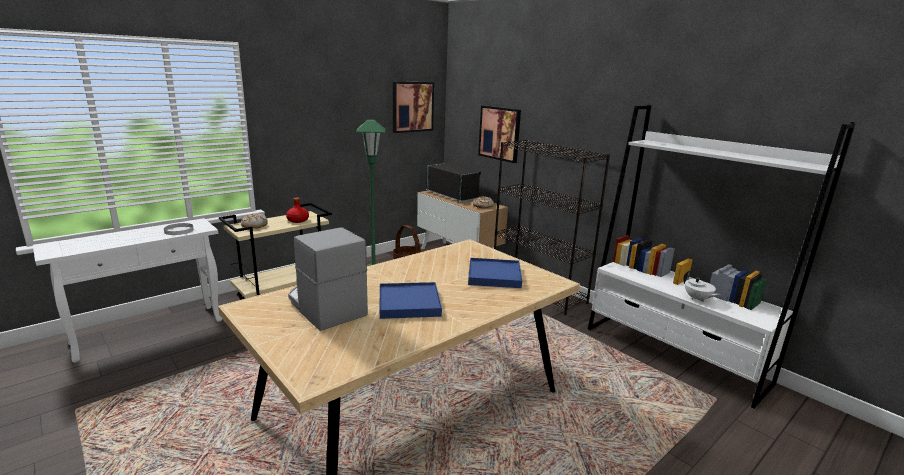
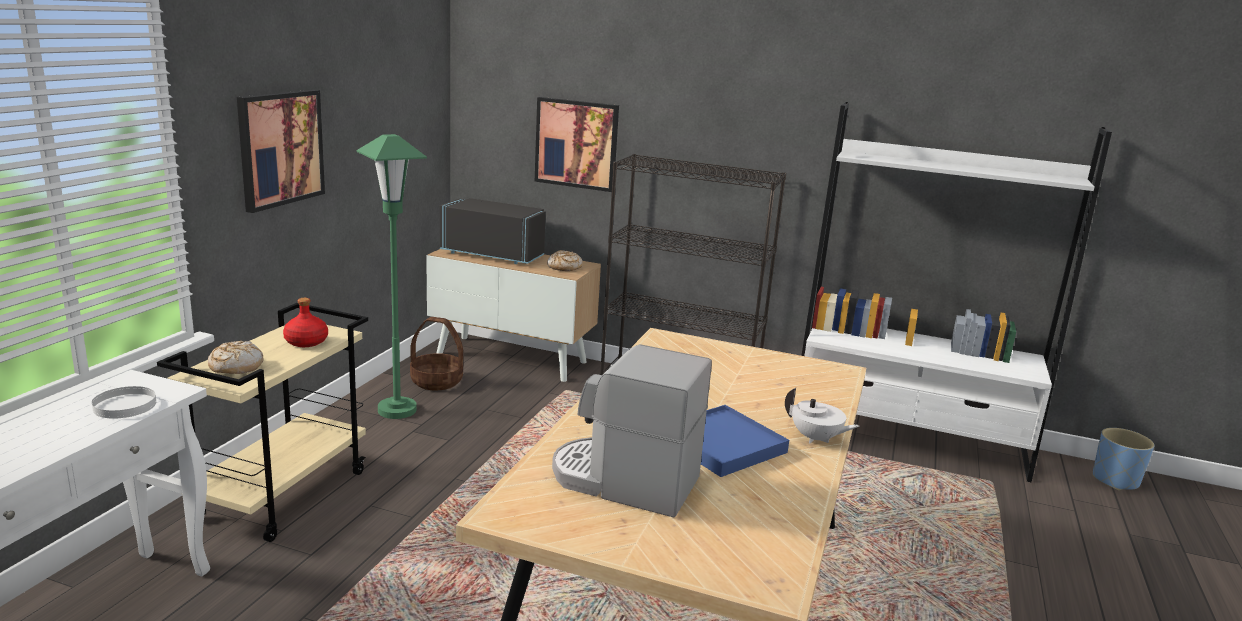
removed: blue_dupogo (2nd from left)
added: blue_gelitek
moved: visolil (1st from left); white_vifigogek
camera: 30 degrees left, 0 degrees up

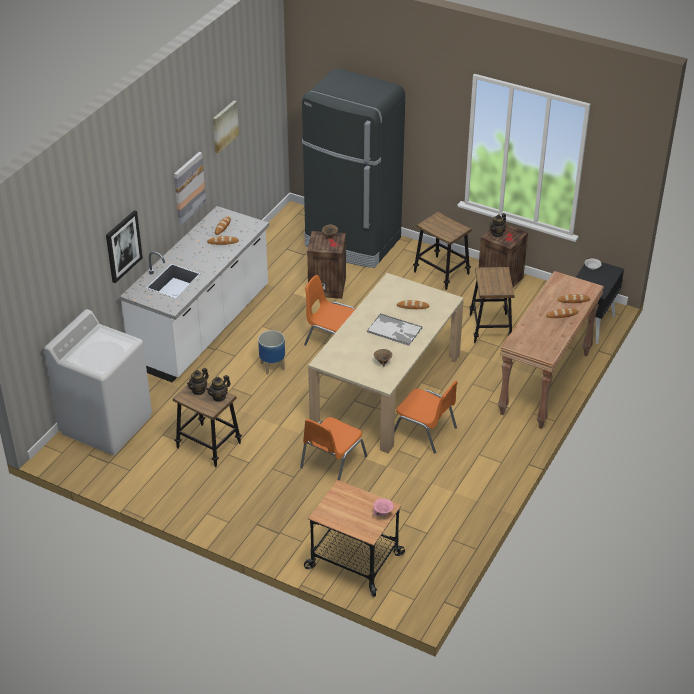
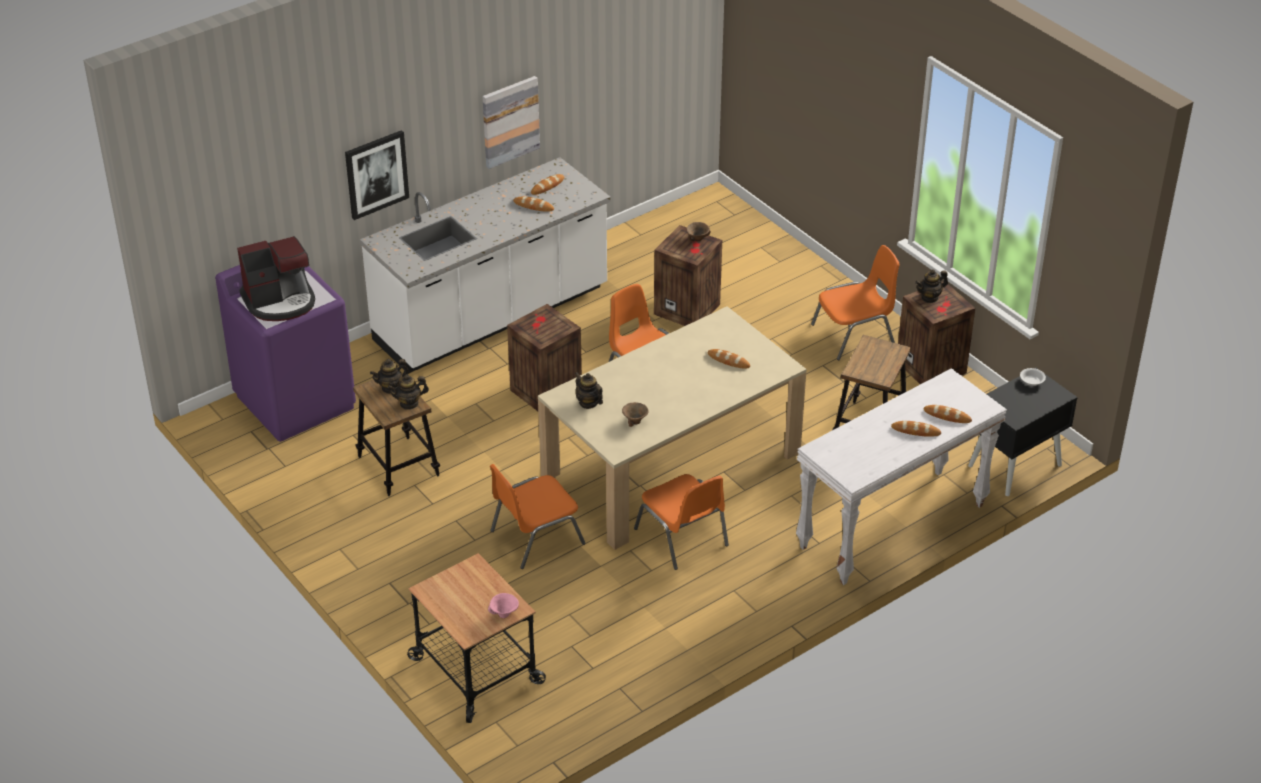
removed: visolil (3rd from left); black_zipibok; dupogo
added: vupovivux; vifigogek (3rd from left)
replaced: gelitek to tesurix (1st from left); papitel (2nd from left) to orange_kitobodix (4th from left)
recoloured: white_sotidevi to purple_sotidevi; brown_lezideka to white_lezideka
camera: 25 degrees right, 0 degrees up

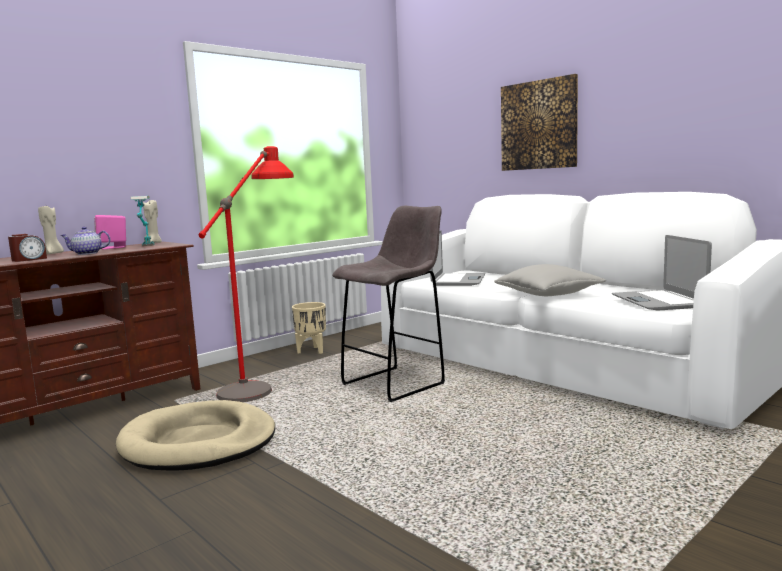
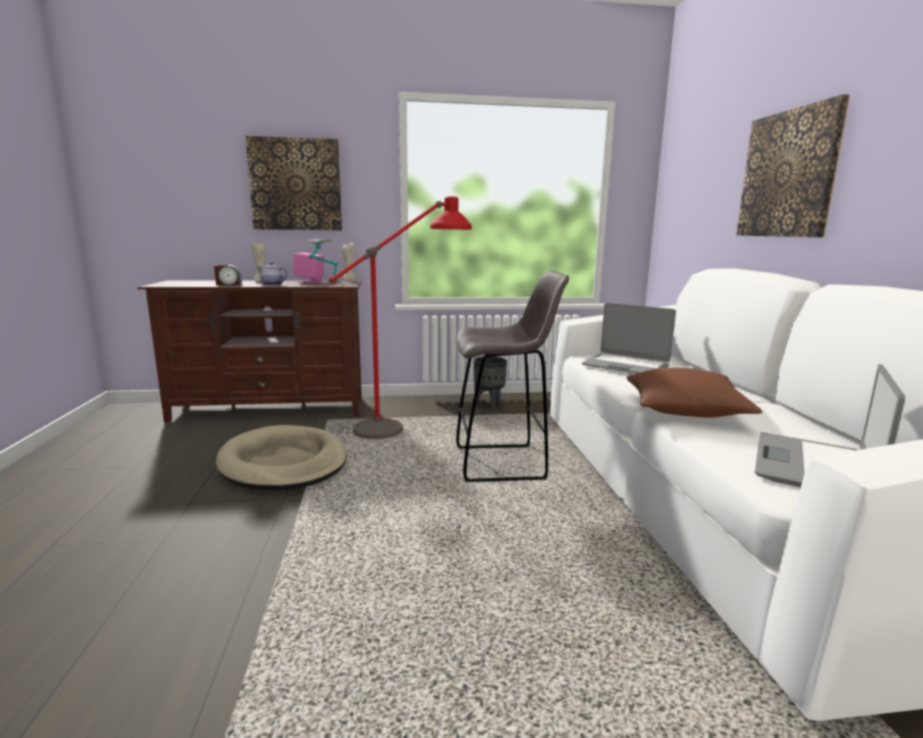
added: visolil (1st from left)
recoloured: beige_gelitek to black_gelitek; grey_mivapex to brown_mivapex
turned: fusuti (1st from left) 75 degrees clockwise
camera: 35 degrees right, 5 degrees up

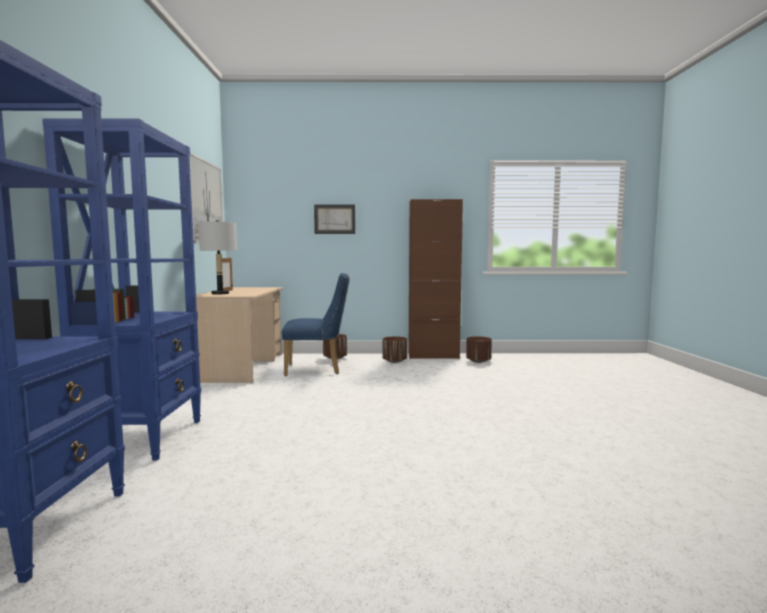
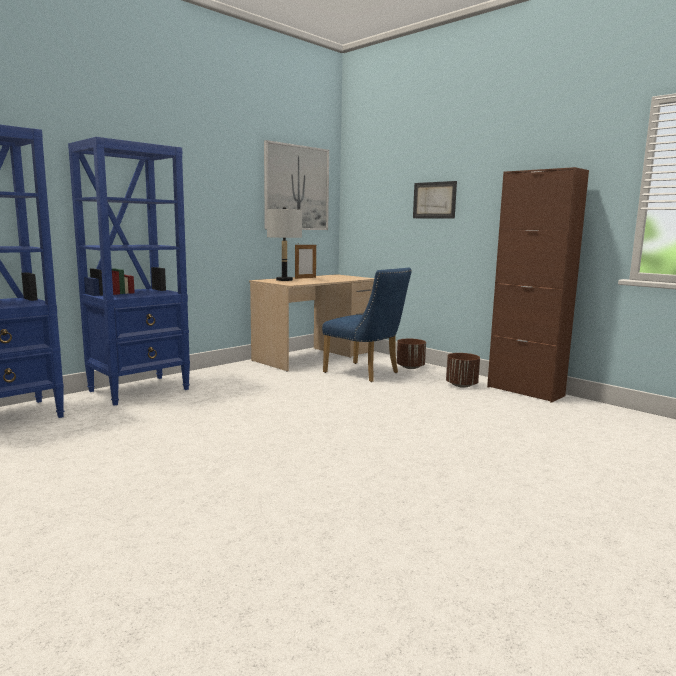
removed: brown_gelitek (3rd from left)
camera: 45 degrees right, 5 degrees up

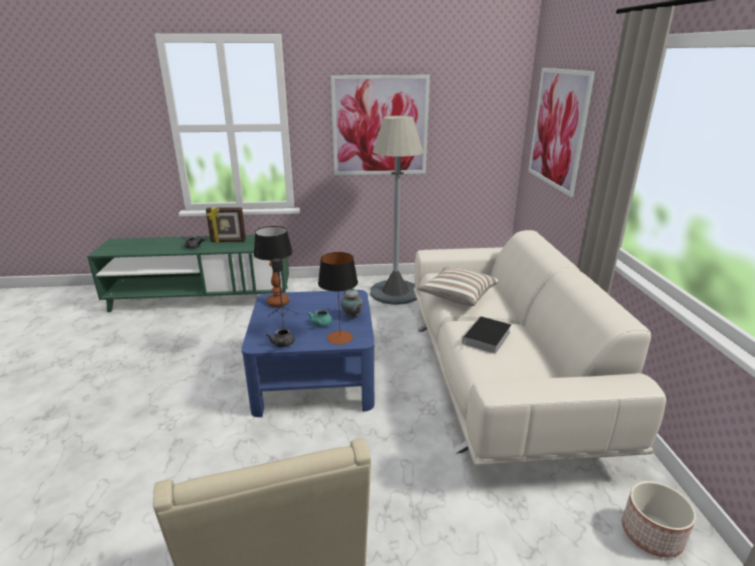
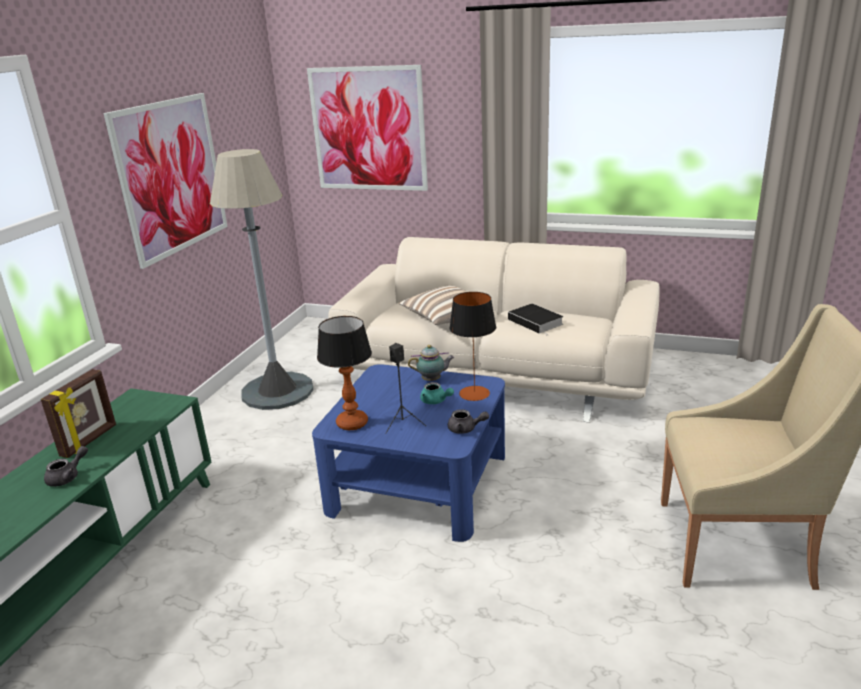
removed: gelitek
camera: 65 degrees left, 0 degrees up

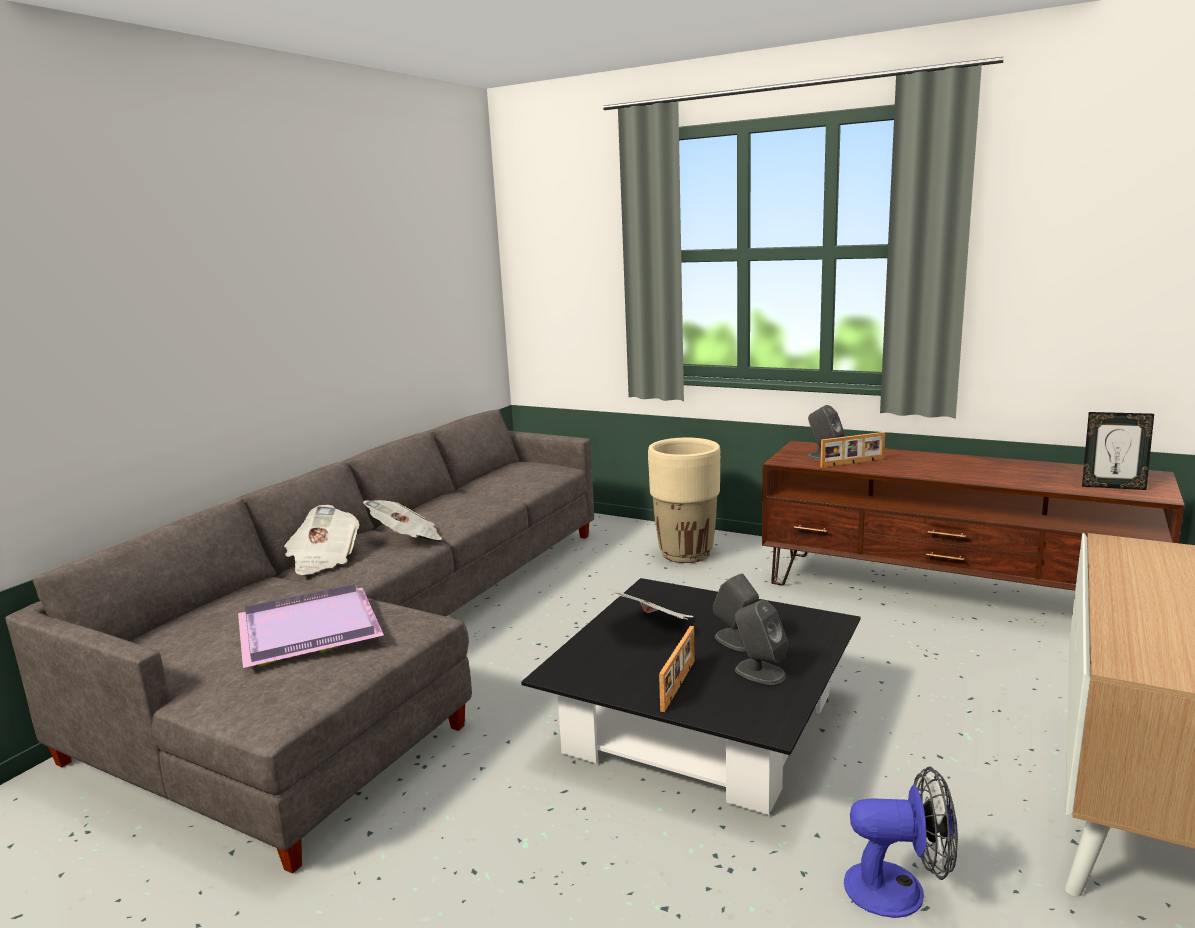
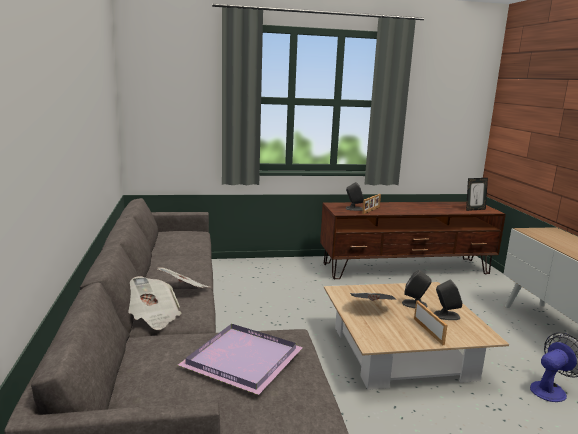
removed: beige_gelitek
recoloured: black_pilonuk to beige_pilonuk
camera: 40 degrees left, 0 degrees up

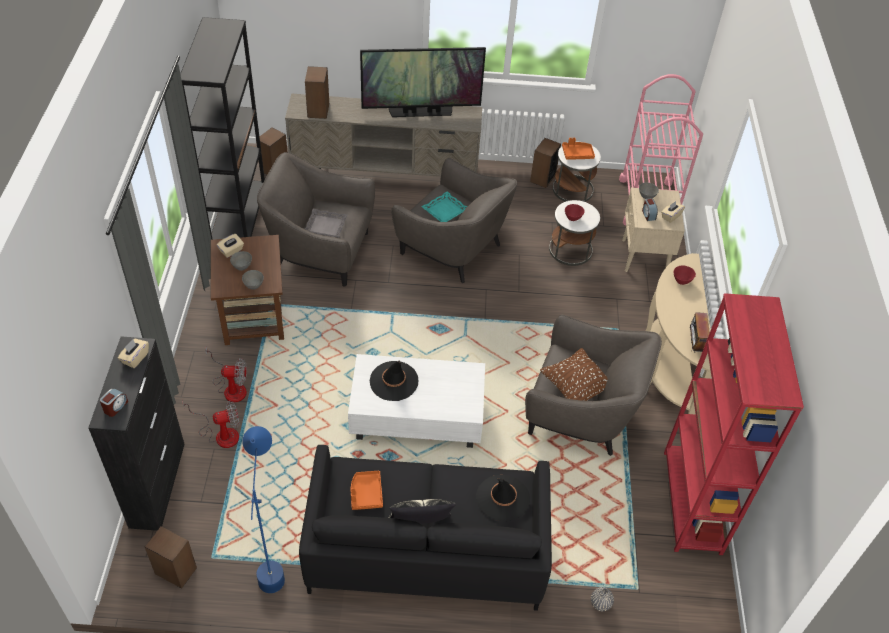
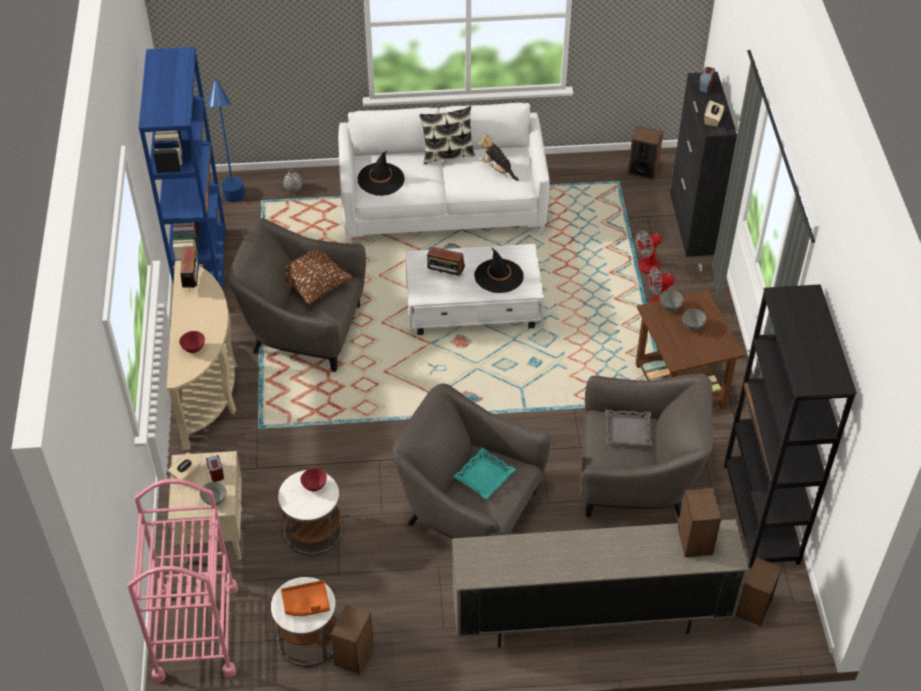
removed: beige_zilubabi (2nd from left); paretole
added: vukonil (2nd from left)
moved: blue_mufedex
replaced: orange_dupogo (1st from left) to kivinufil
recoloured: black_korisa to white_korisa; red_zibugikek to blue_zibugikek
camera: 175 degrees right, 0 degrees up

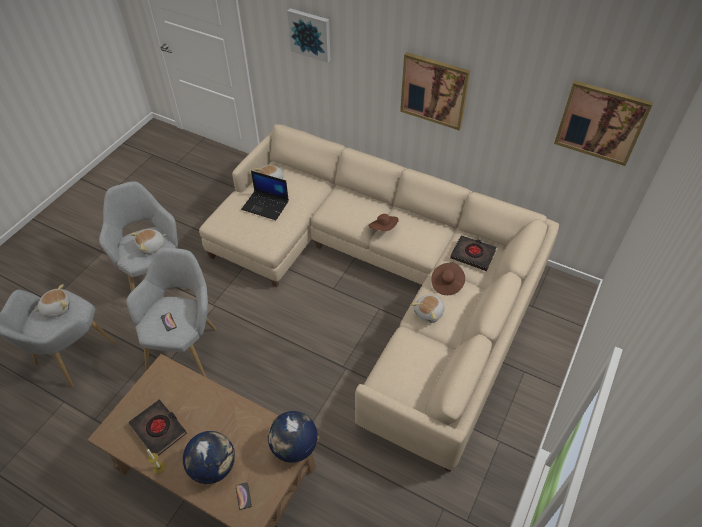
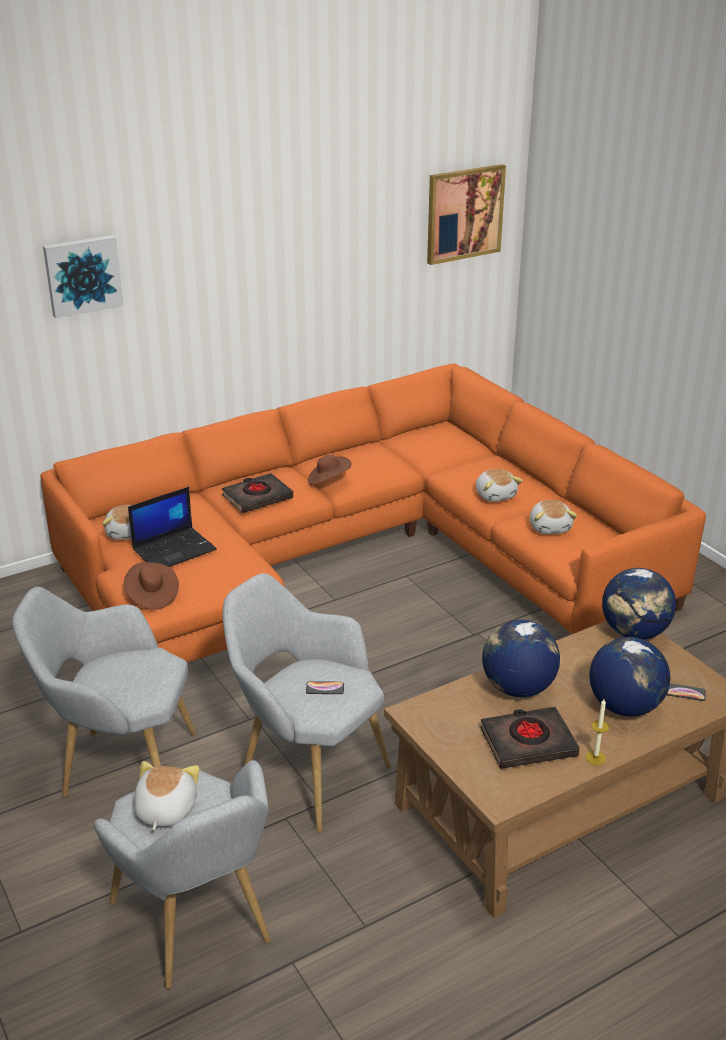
removed: visolil (2nd from left)
added: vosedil (1st from left)
moved: kivinufil (2nd from left in the first image) to kivinufil (4th from left); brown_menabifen (2nd from left in the first image) to brown_menabifen (1st from left); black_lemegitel (2nd from left in the first image) to black_lemegitel (1st from left)
recoloured: beige_korisa to orange_korisa
camera: 60 degrees left, 20 degrees down

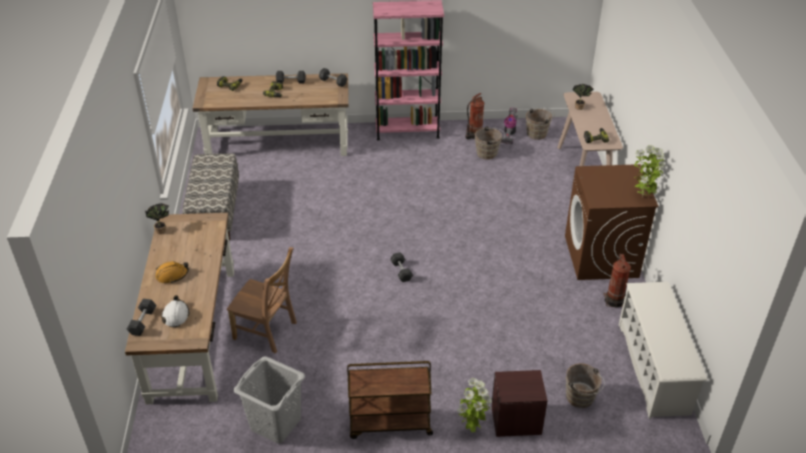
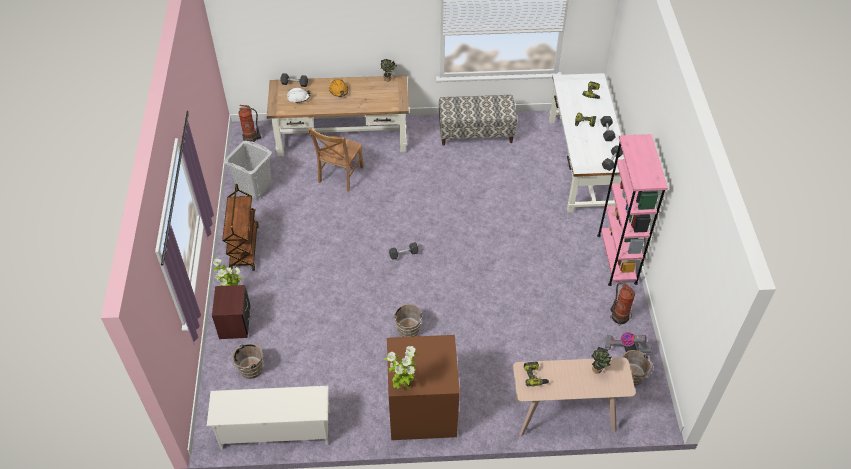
moved: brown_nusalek (1st from left in the first image) to brown_nusalek (2nd from left); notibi (2nd from left in the first image) to notibi (1st from left)
recoloured: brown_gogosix (2nd from left) to white_gogosix
camera: 90 degrees right, 10 degrees up

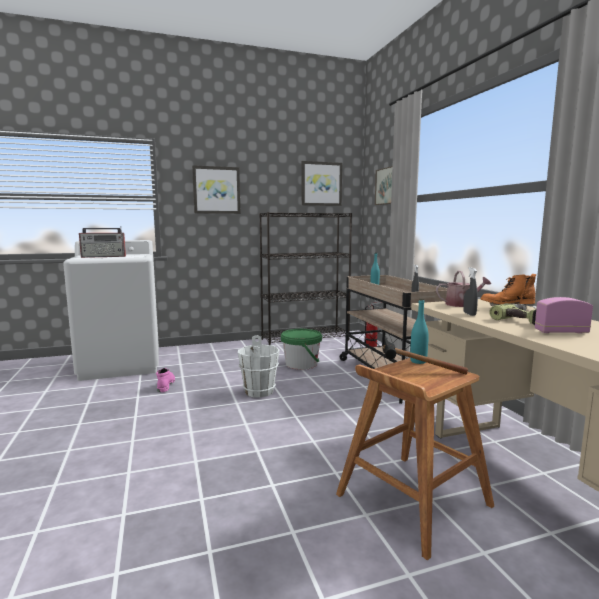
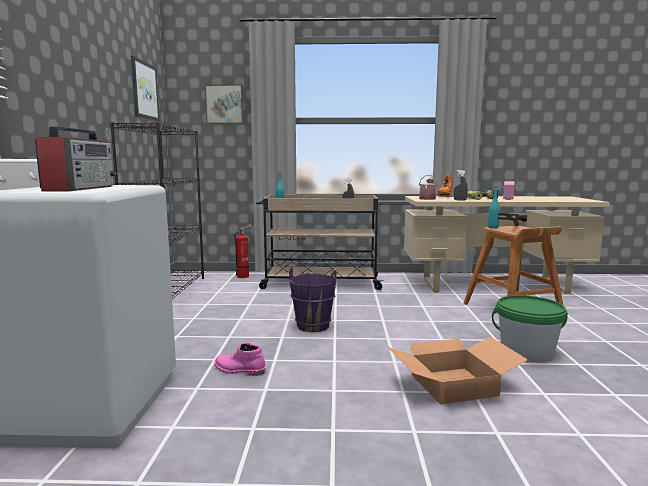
removed: visolil (1st from left)
added: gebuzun
moved: green_nusalek
recoloured: white_nusalek to purple_nusalek
camera: 70 degrees left, 0 degrees up

